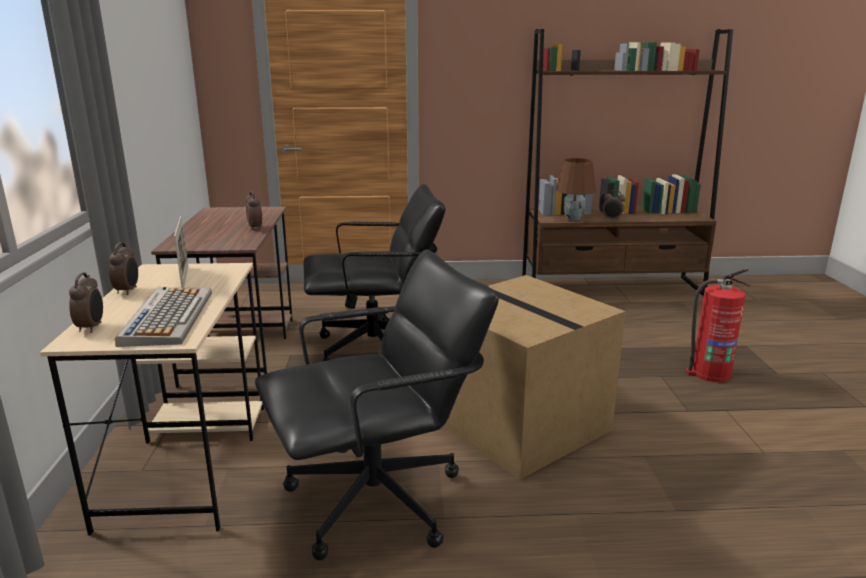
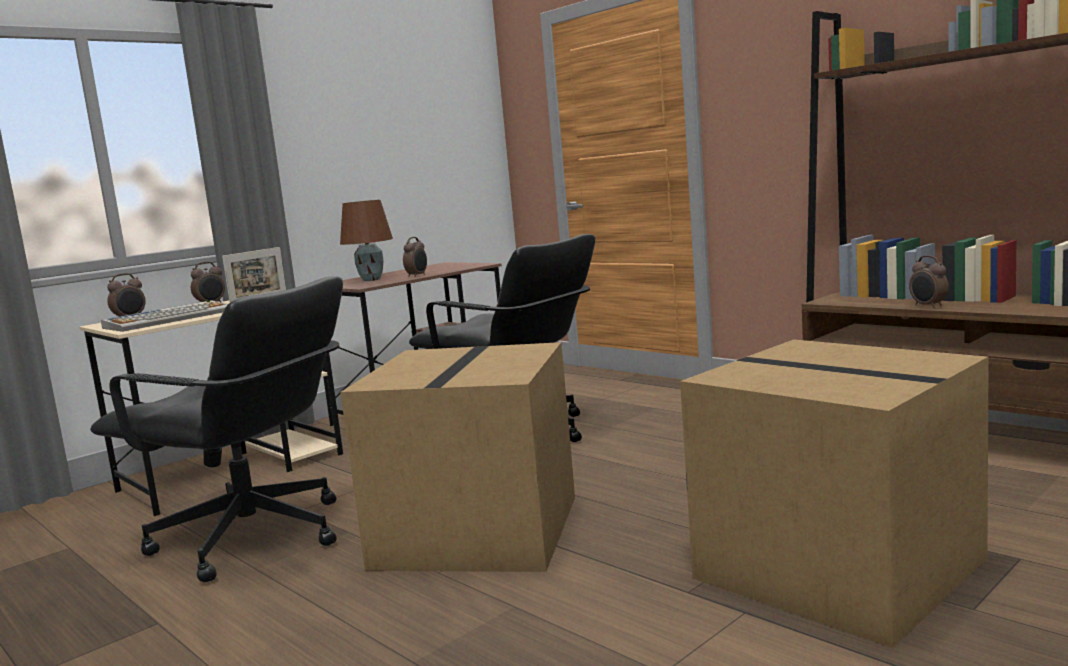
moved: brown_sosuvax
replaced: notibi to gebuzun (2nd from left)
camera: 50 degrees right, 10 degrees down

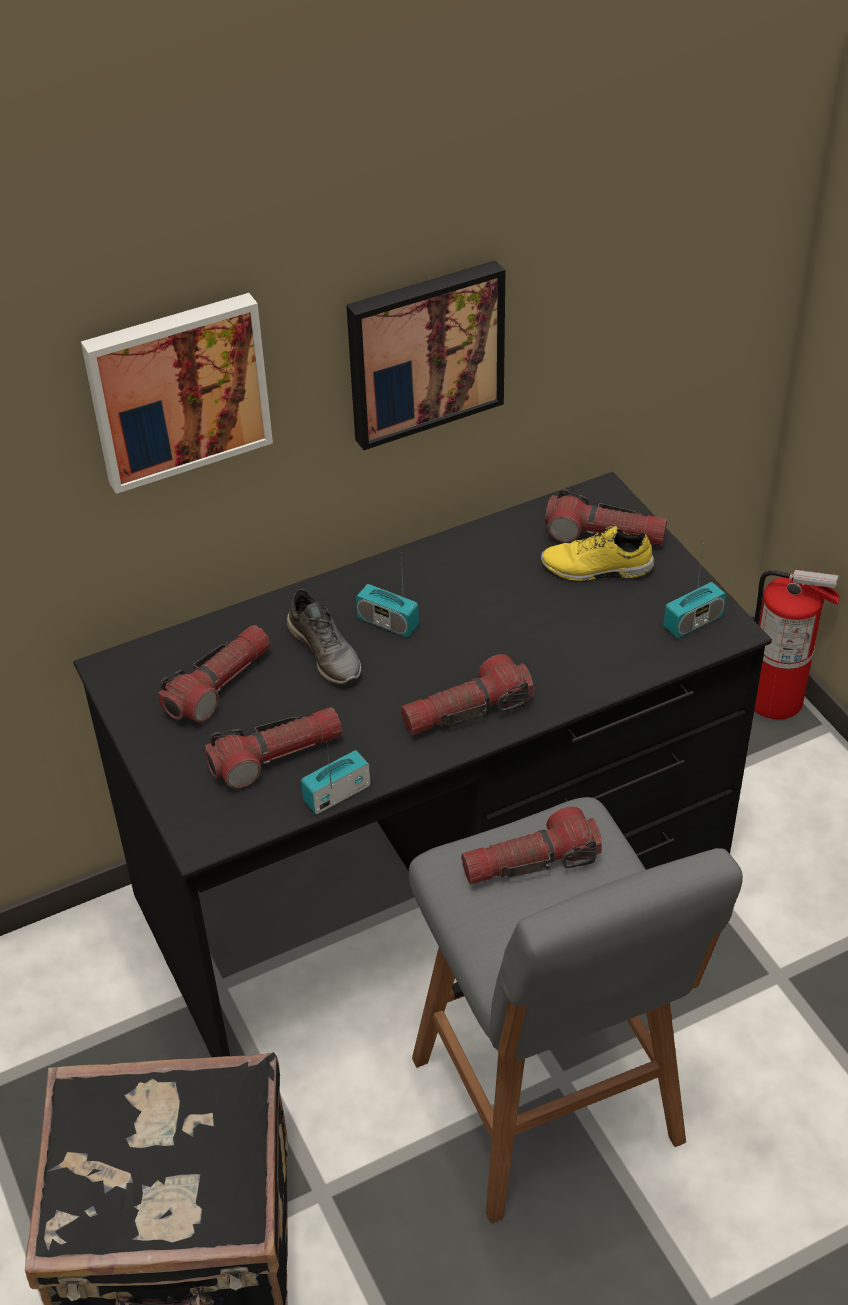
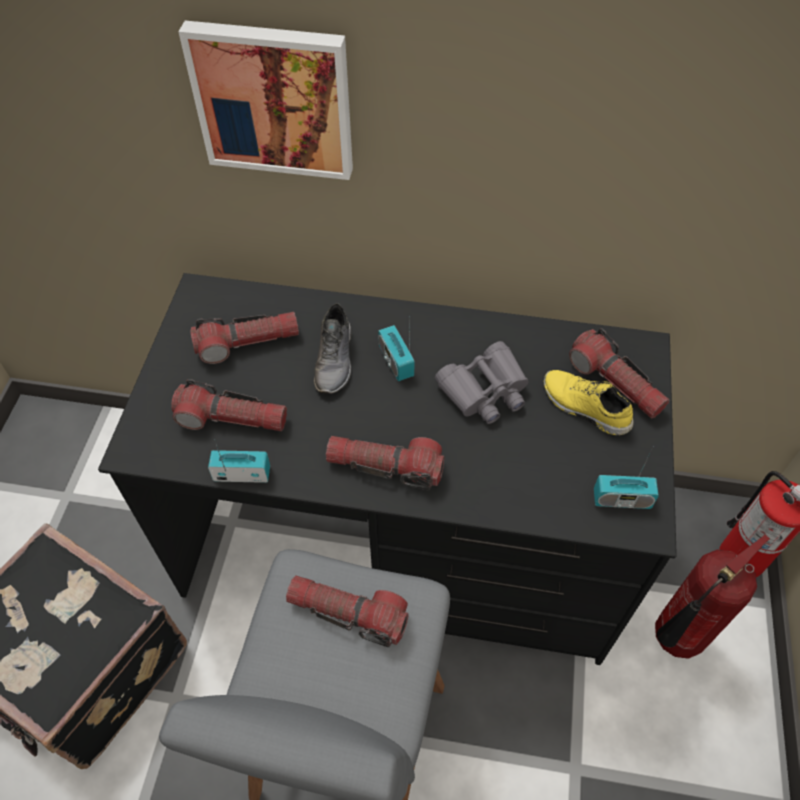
removed: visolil (2nd from left)
added: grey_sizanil; notibi (1st from left)
camera: 35 degrees right, 10 degrees up

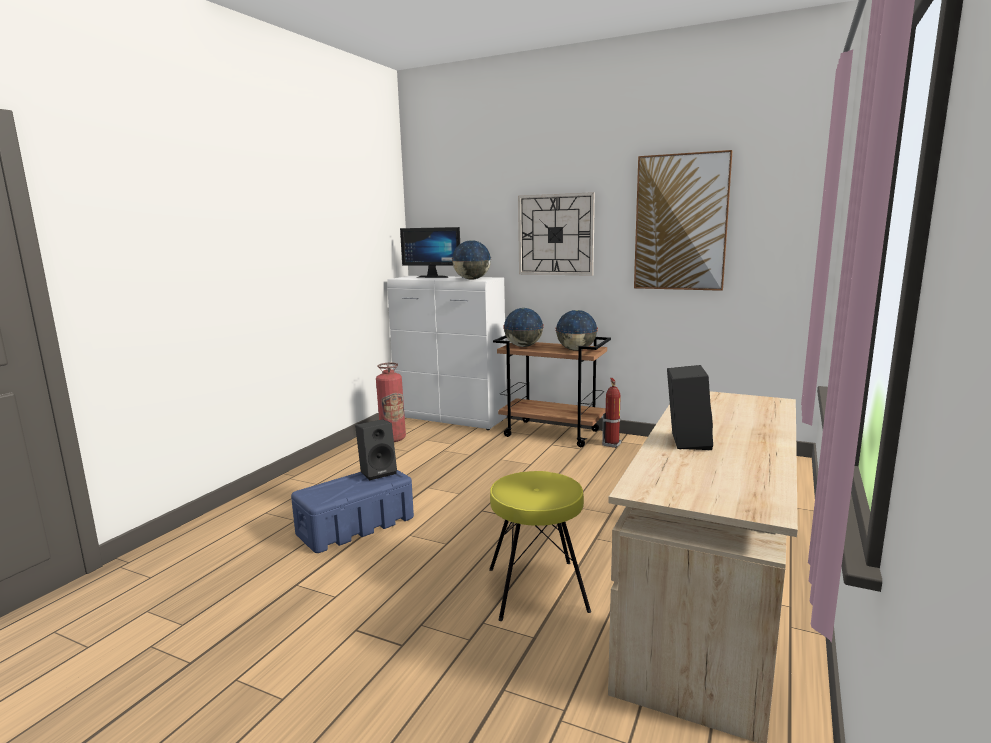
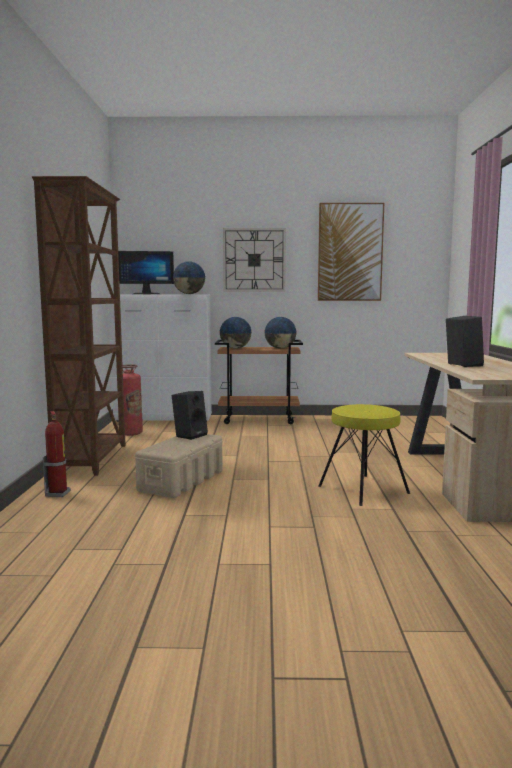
added: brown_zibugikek
moved: notibi (2nd from left in the first image) to notibi (1st from left)
recoloured: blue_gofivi to beige_gofivi
camera: 25 degrees left, 5 degrees down

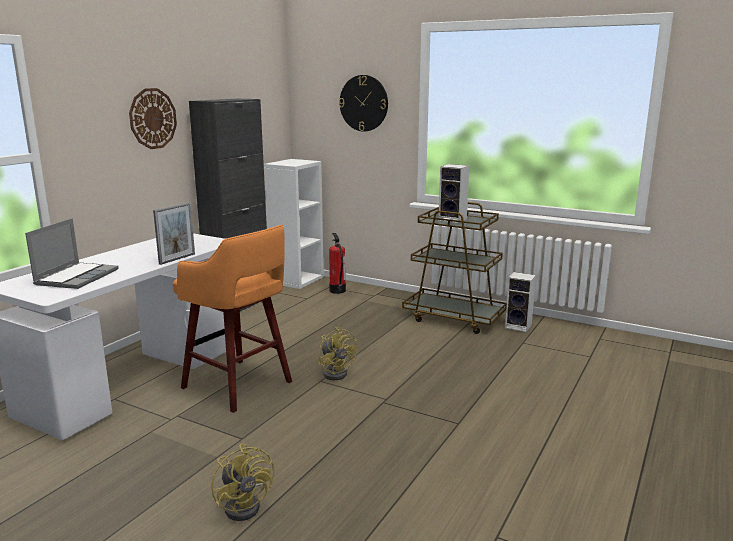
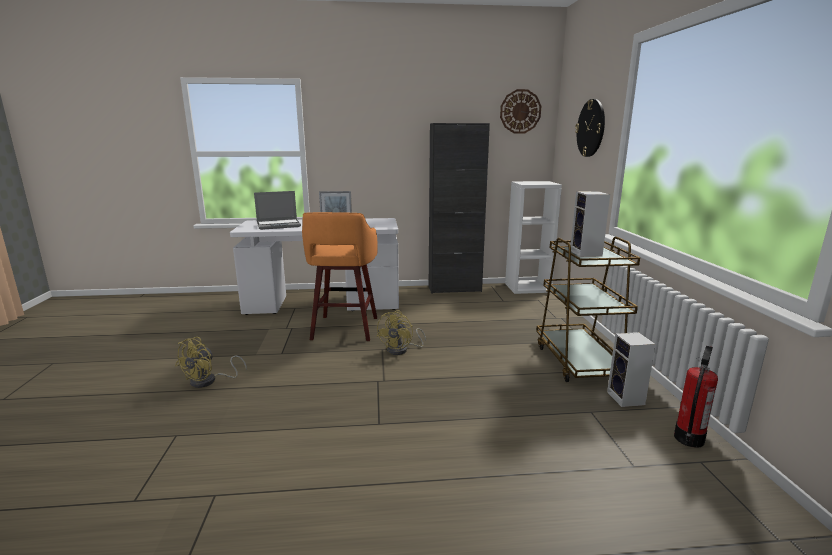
moved: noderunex (1st from left); notibi
camera: 55 degrees right, 0 degrees up

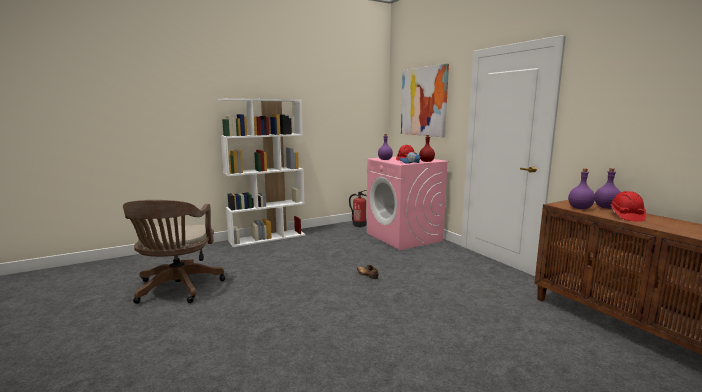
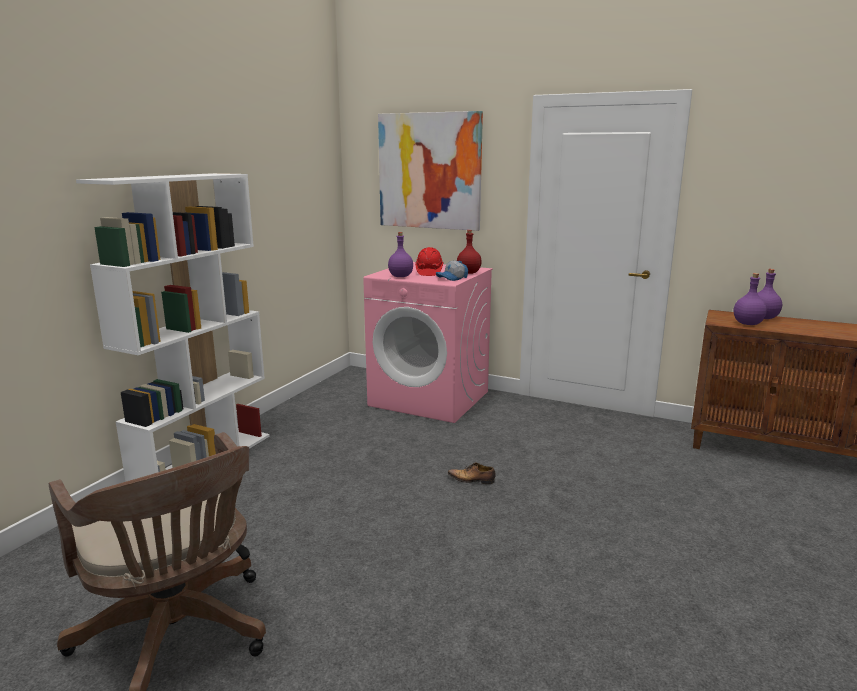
removed: notibi; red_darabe (2nd from left)
camera: 35 degrees left, 5 degrees up

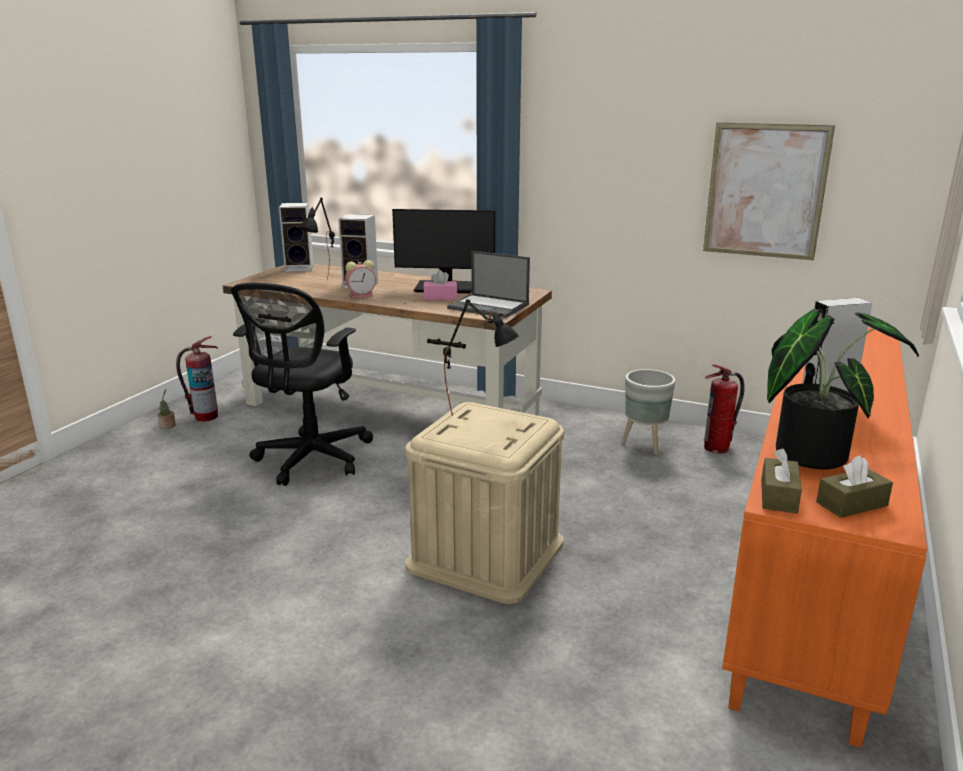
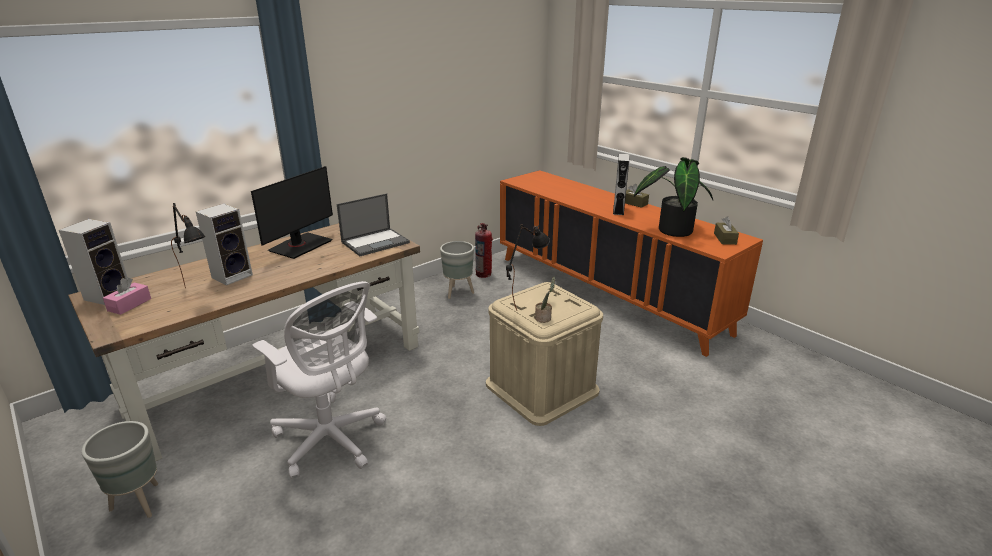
removed: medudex; visolil
moved: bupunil (1st from left); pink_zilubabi; brown_zilubabi (1st from left)
replaced: notibi (1st from left) to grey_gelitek (1st from left)
recoloured: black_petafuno to white_petafuno
camera: 65 degrees left, 5 degrees up

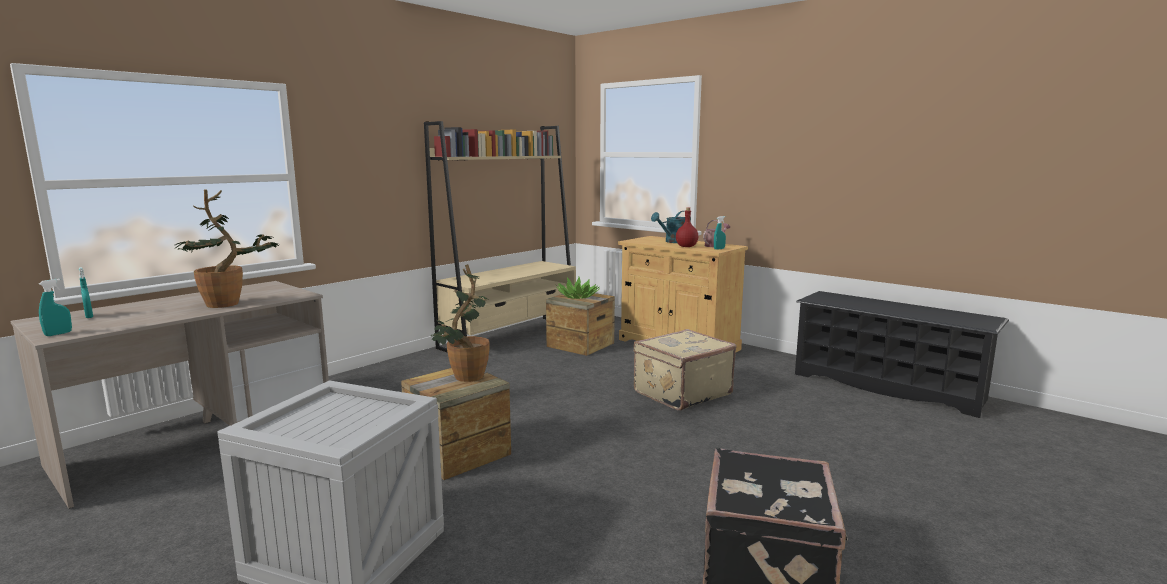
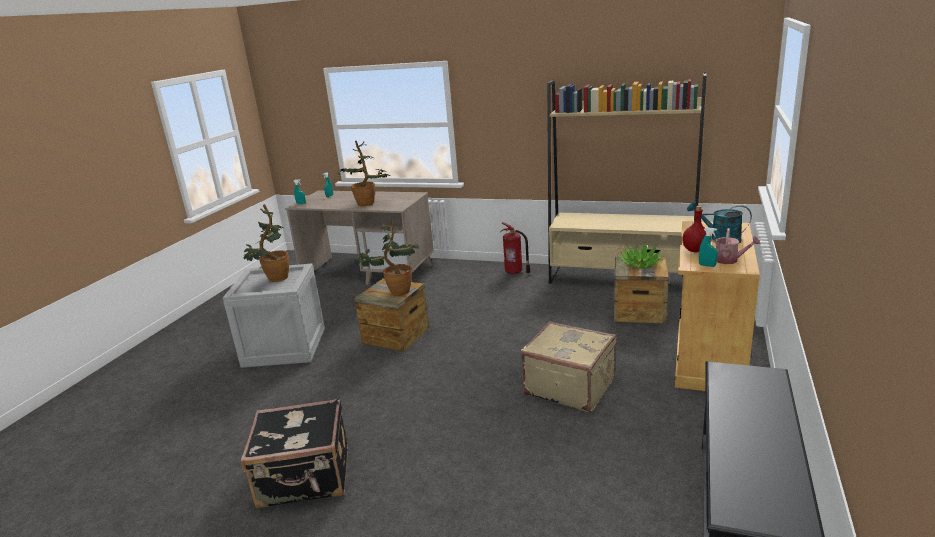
added: bupunil (1st from left); notibi
camera: 70 degrees right, 10 degrees up

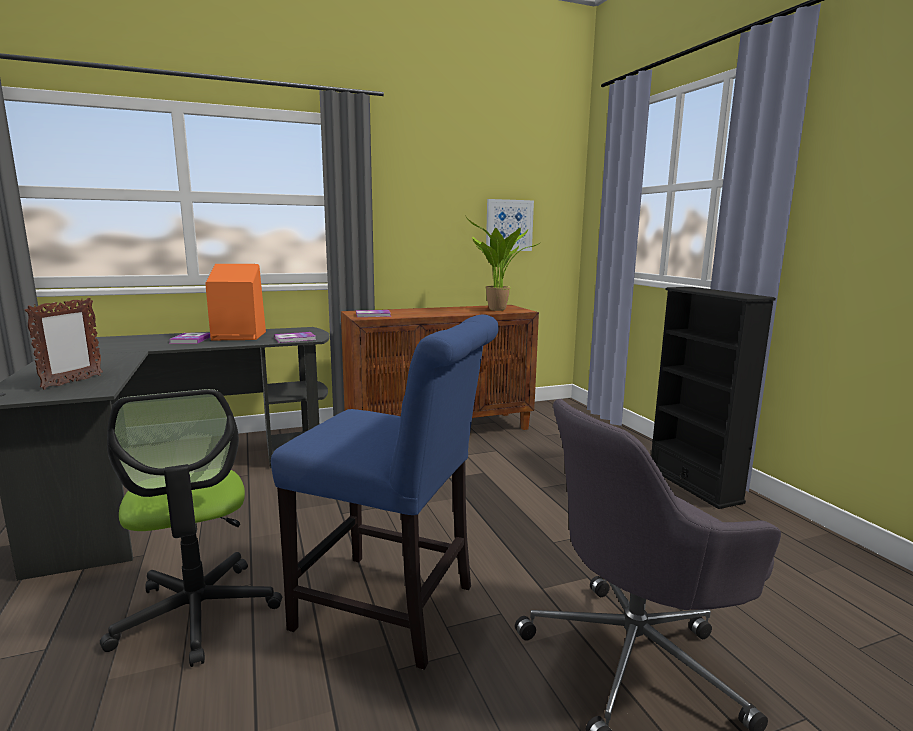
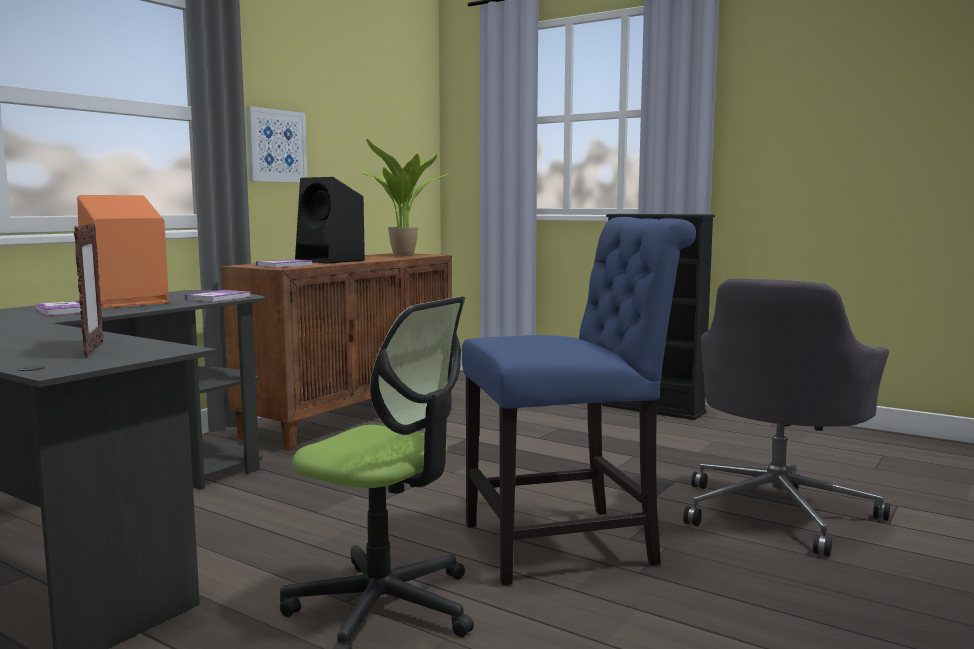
added: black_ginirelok
moved: visolil
camera: 35 degrees left, 5 degrees down

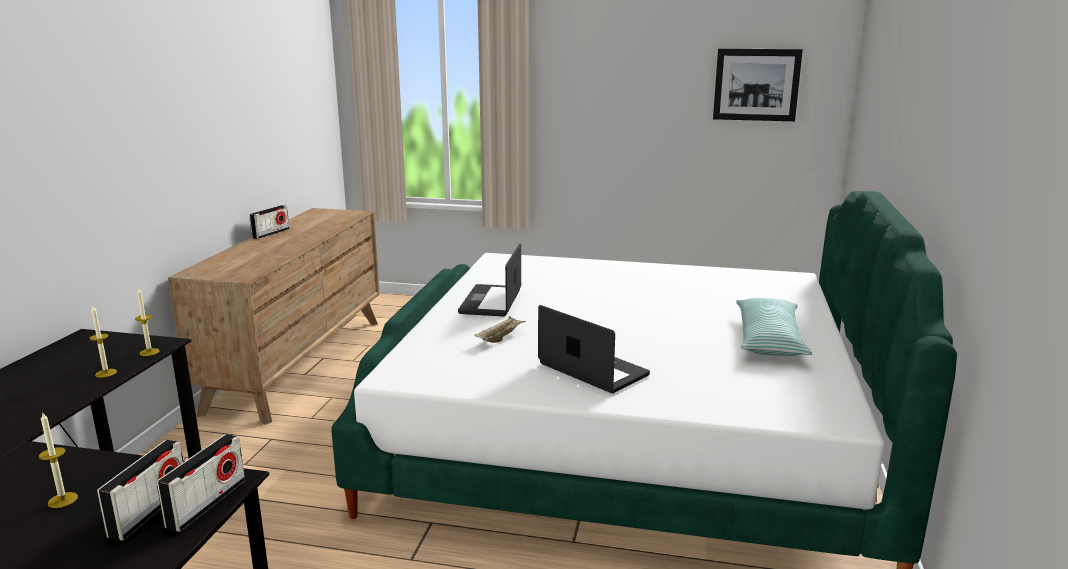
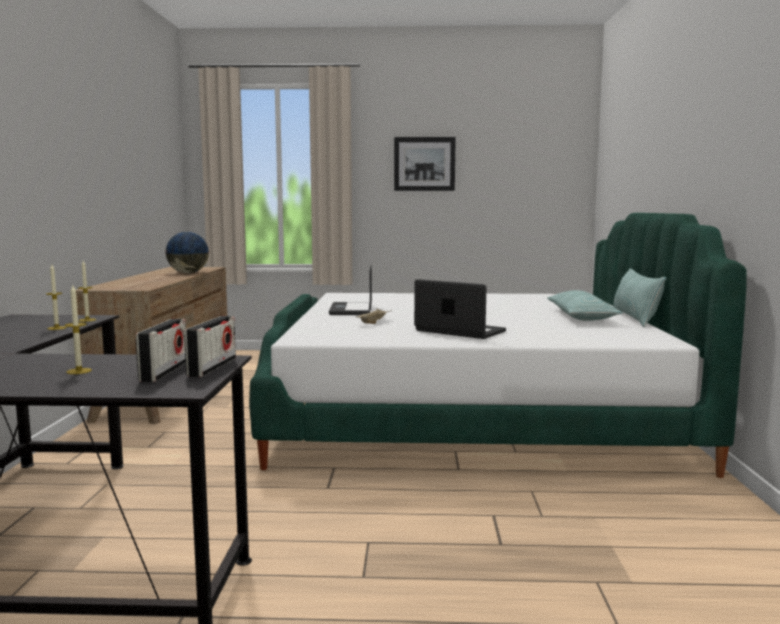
removed: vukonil (3rd from left)
added: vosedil; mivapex (2nd from left)
moved: visolil
camera: 10 degrees left, 10 degrees down

